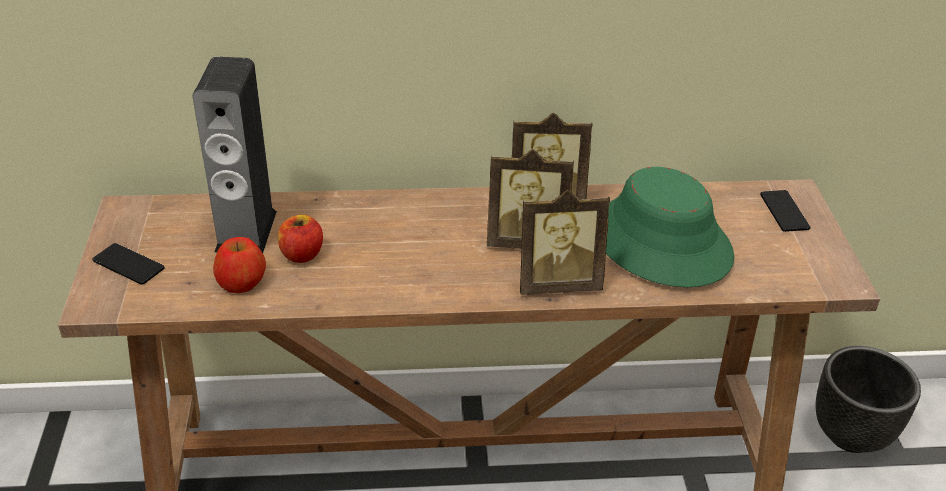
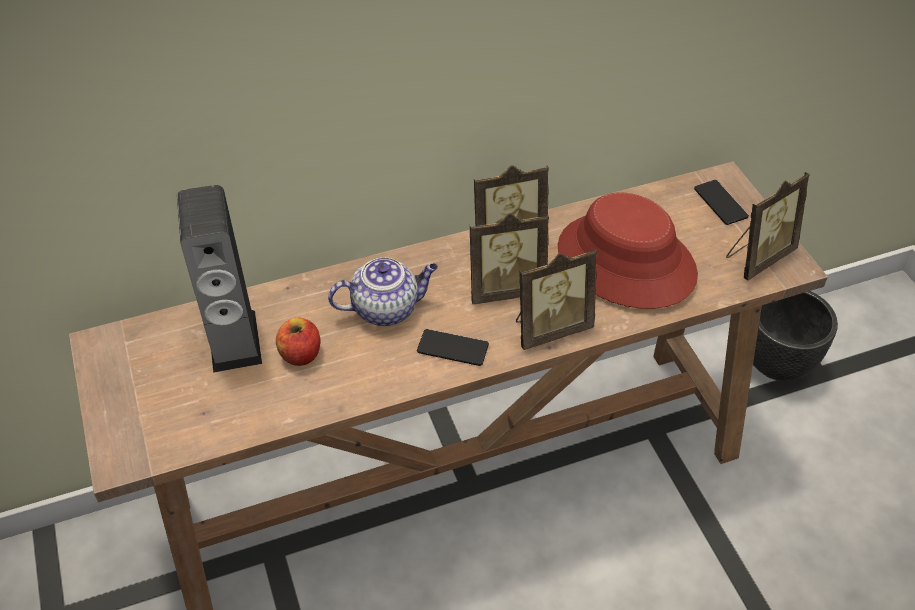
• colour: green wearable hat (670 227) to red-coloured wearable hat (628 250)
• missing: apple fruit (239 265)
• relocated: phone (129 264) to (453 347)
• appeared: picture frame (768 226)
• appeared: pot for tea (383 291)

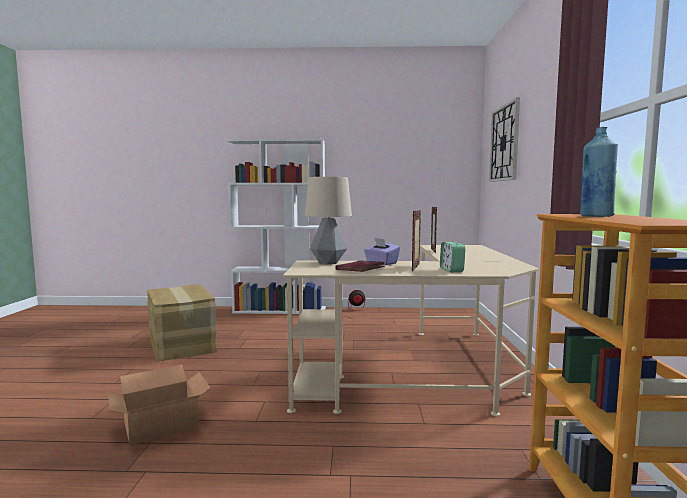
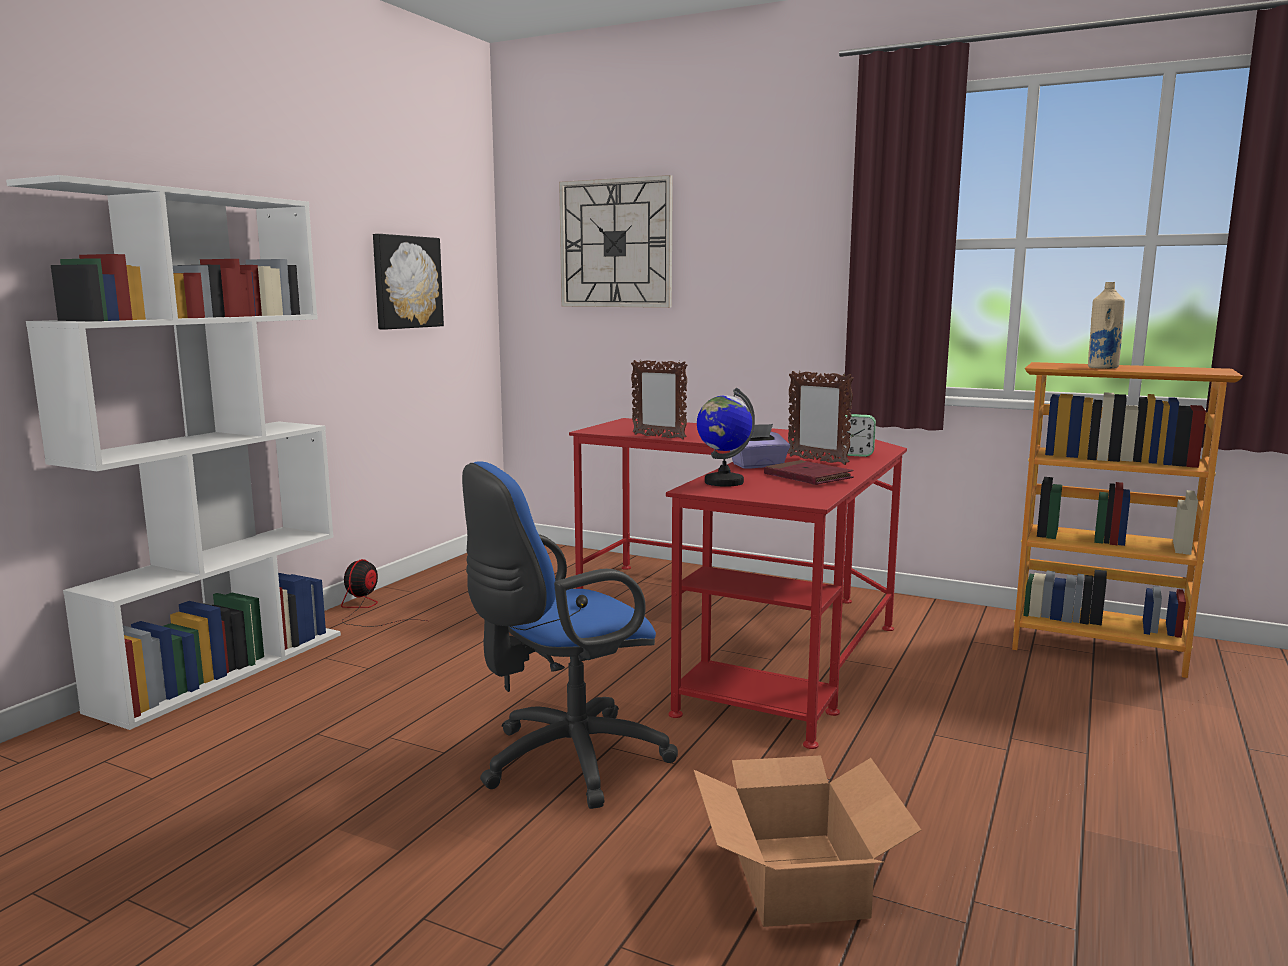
• colour: bluish bottle (599 172) to sand-coloured bottle (1106 325)
• exchanged: tabletop lamp (328 220) to world globe (726 437)
• colour: sand-coloured desk (411 330) to red-coloured desk (738 583)
• missing: packing box (182 323)
• appeared: picture (408 282)
• appeared: bluish computer chair (570 635)

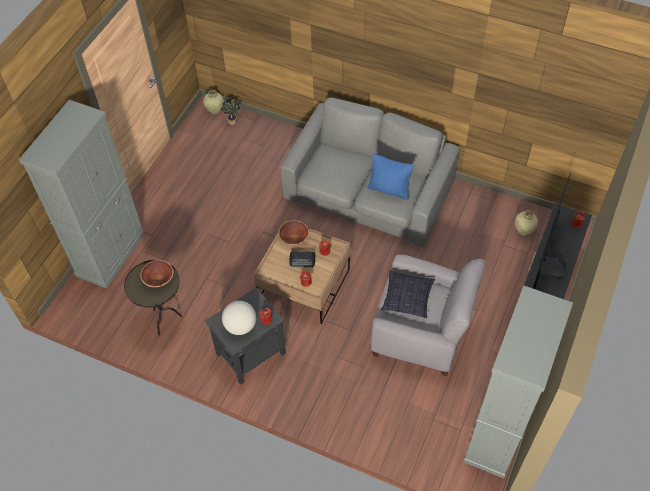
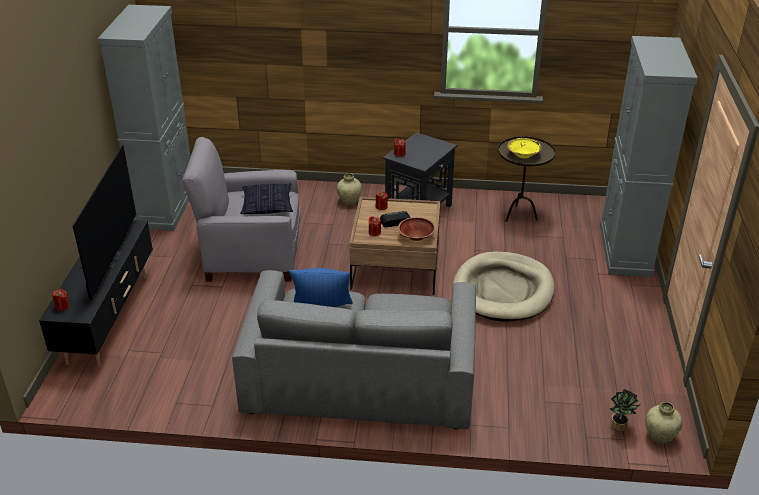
• relocated: sand-coloured vase (526 222) to (349 189)
• colour: brown-coloured bowl (156 273) to yellow bowl (524 148)
• missing: world globe (239 318)
• appeared: sand-coloured pet bed (503 286)

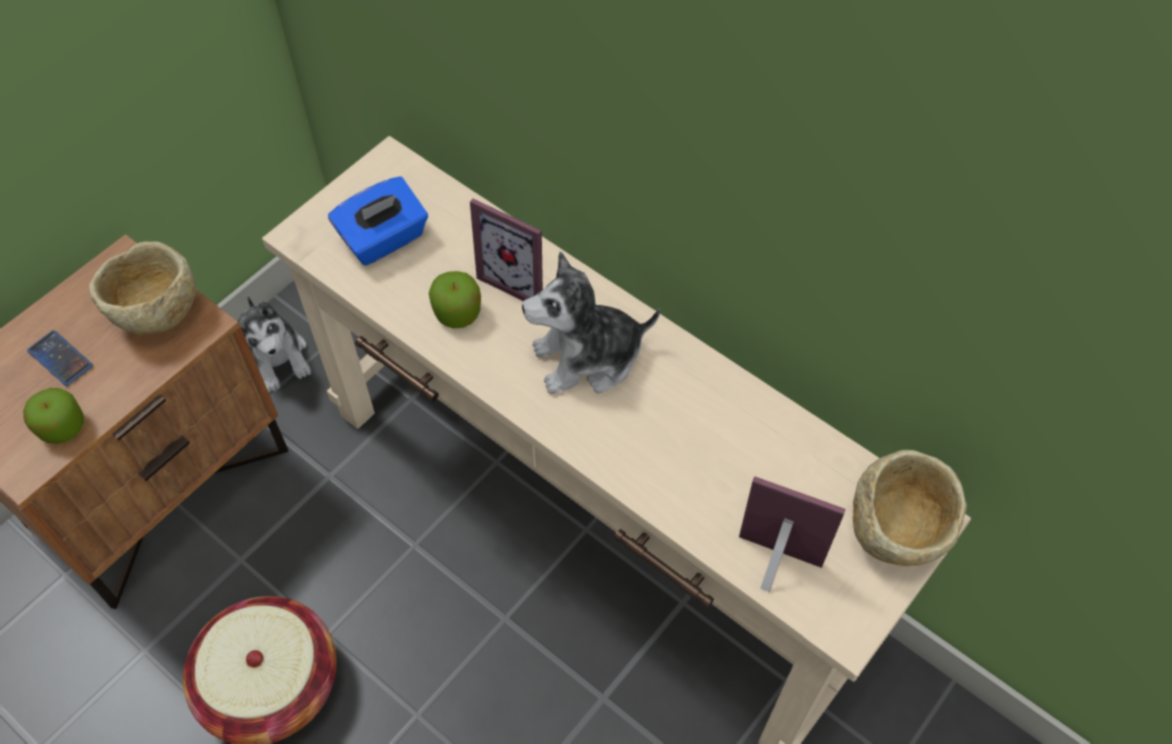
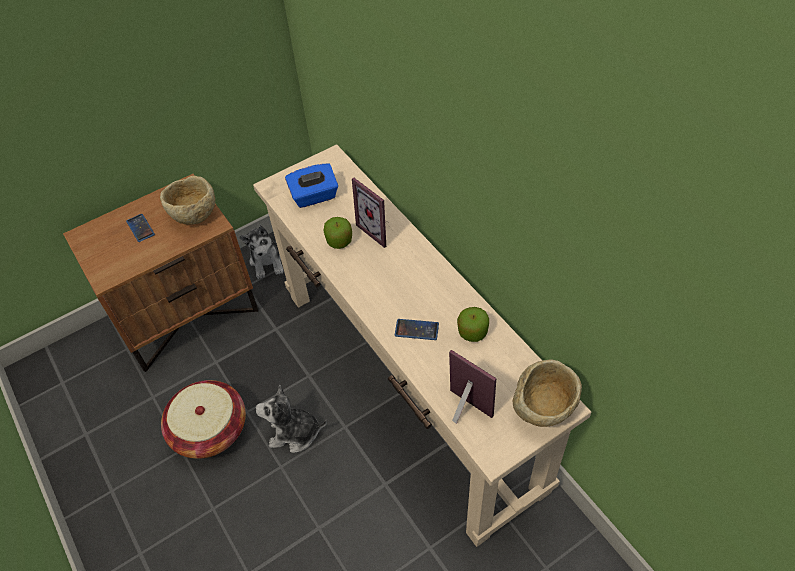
• relocated: soft toy (591 323) to (291 419)
• relocated: apple fruit (53 416) to (473 324)
• appeared: phone (417 329)

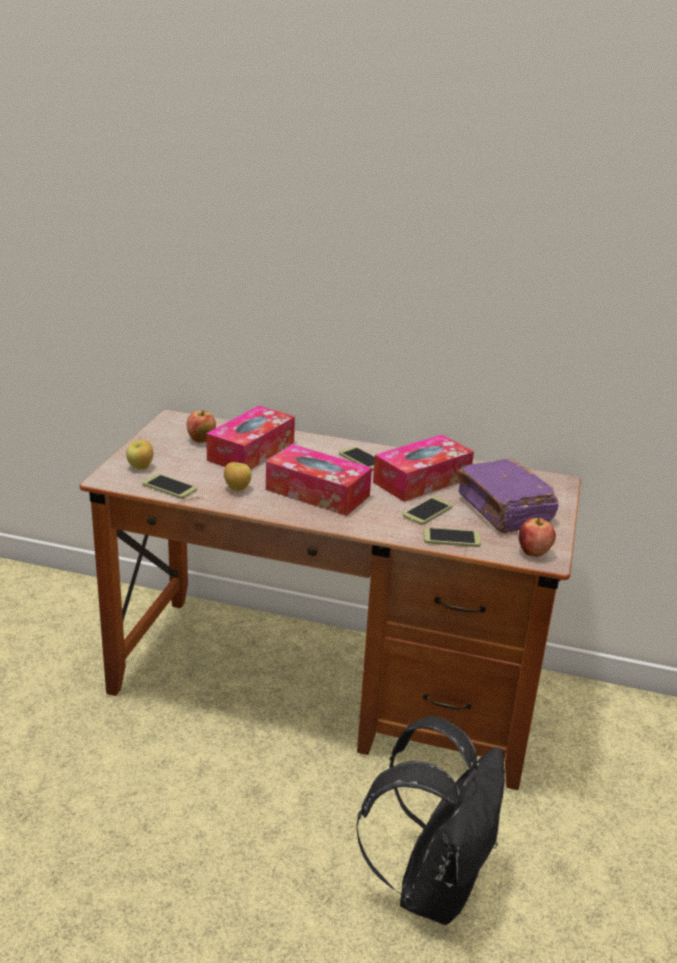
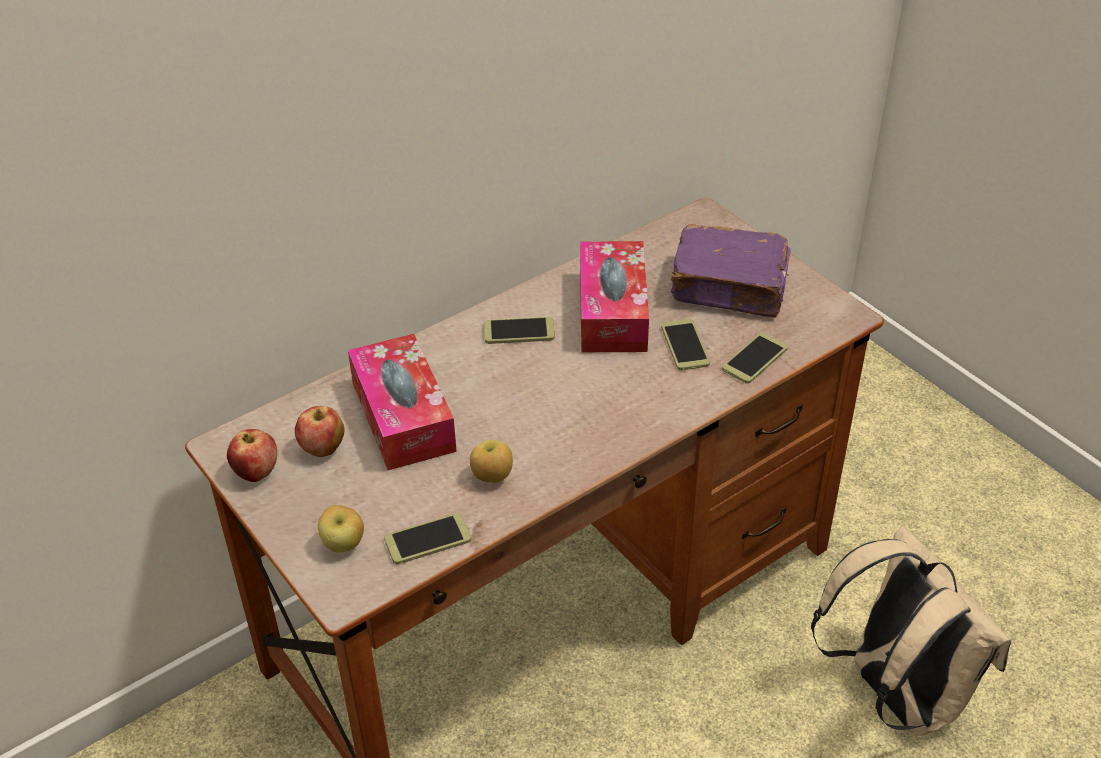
• missing: box of tissues (319 480)
• relocated: apple fruit (537 537) to (252 455)
• colour: black-coloured rucksack (430 820) to sand-coloured rucksack (911 631)

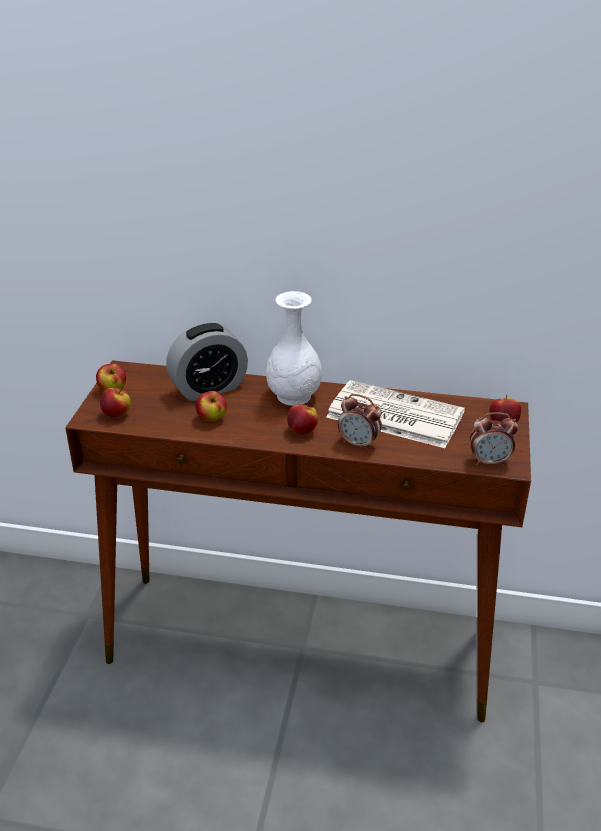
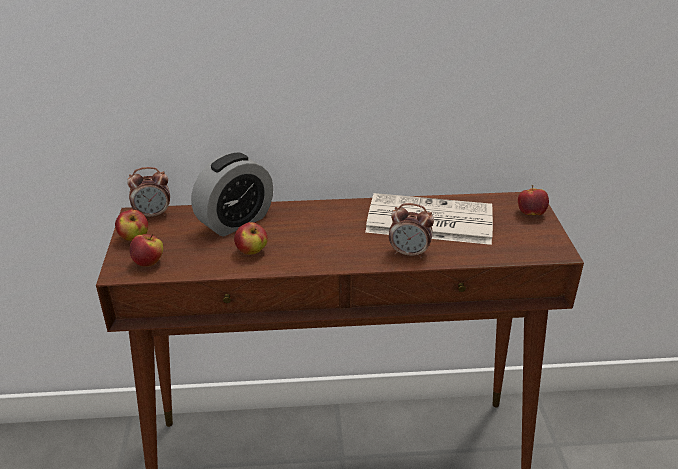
• missing: whitish vase (294 348)
• missing: apple fruit (302 419)
• relocated: bedside clock (494 439) to (148 192)

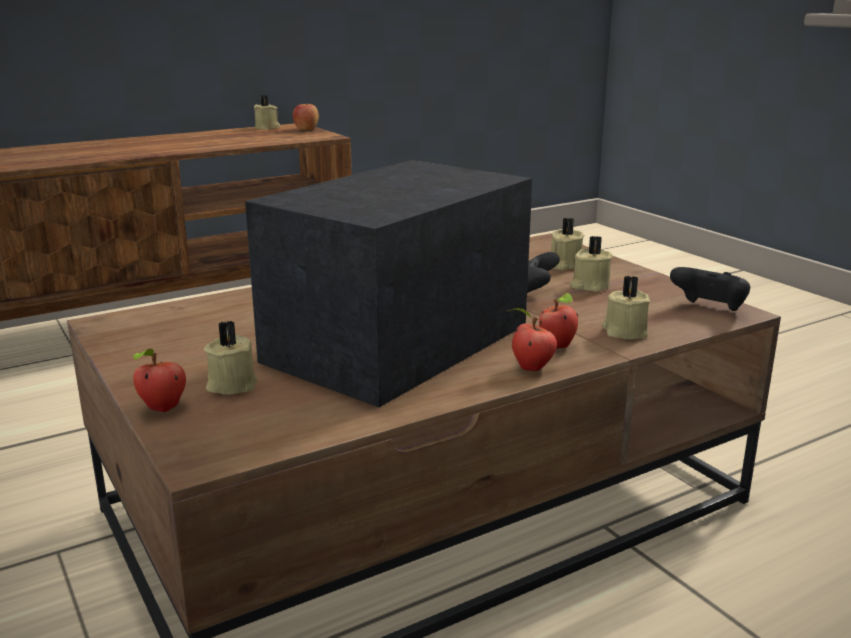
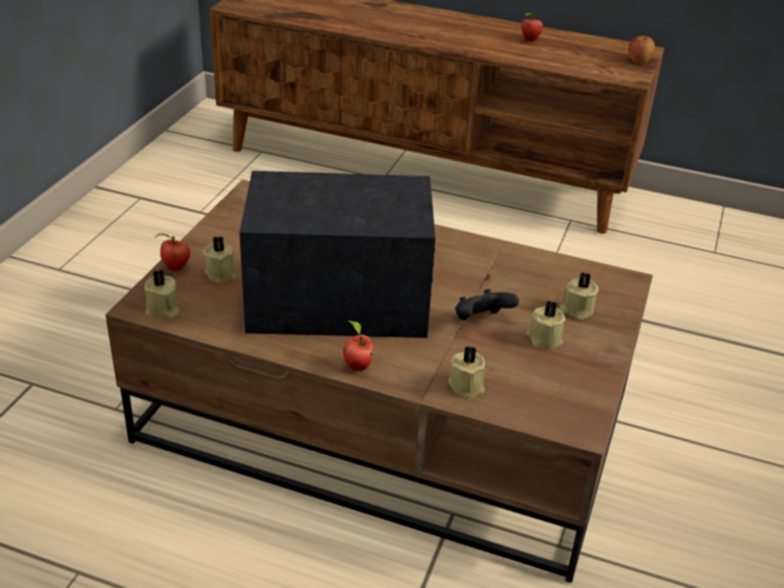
• relocated: sand-coloured wax light (267 112) to (161 294)
• missing: black-coloured gamepad (710 289)
• relocated: apple fruit (558 321) to (532 27)

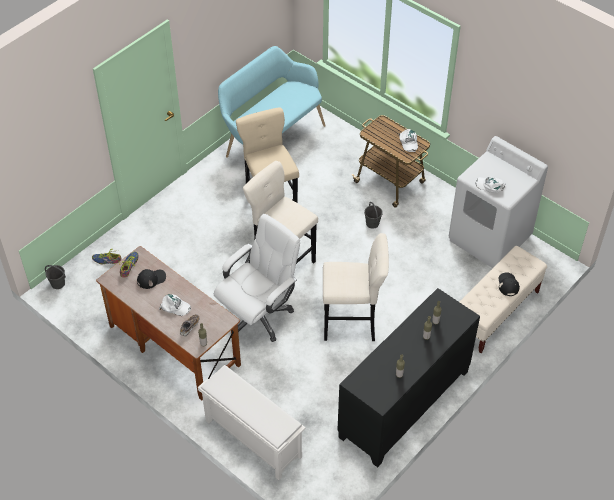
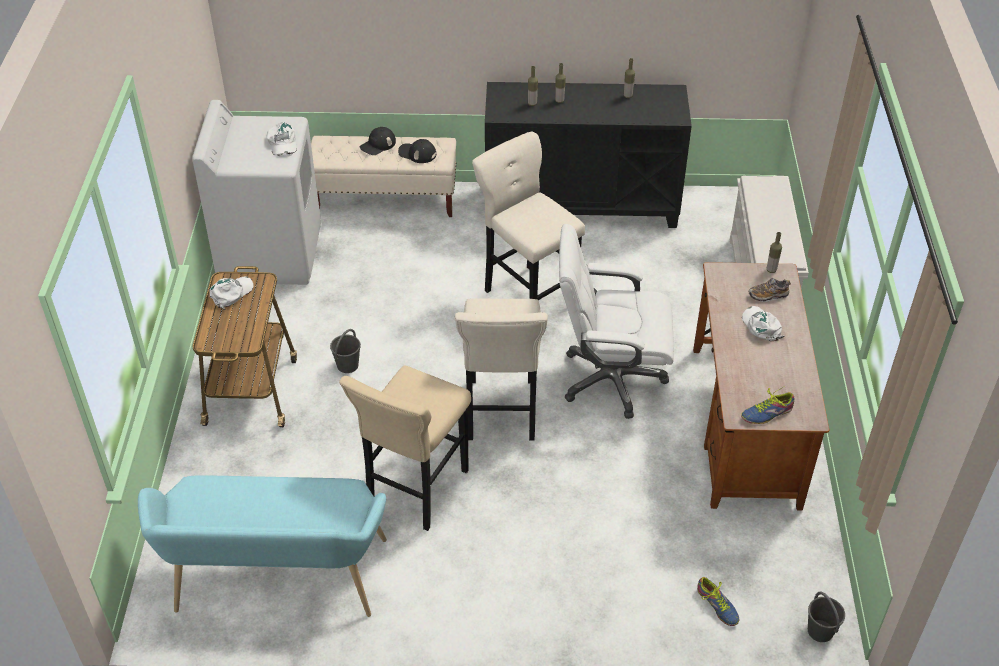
• relocated: black-coloured cap (151 279) to (417 151)

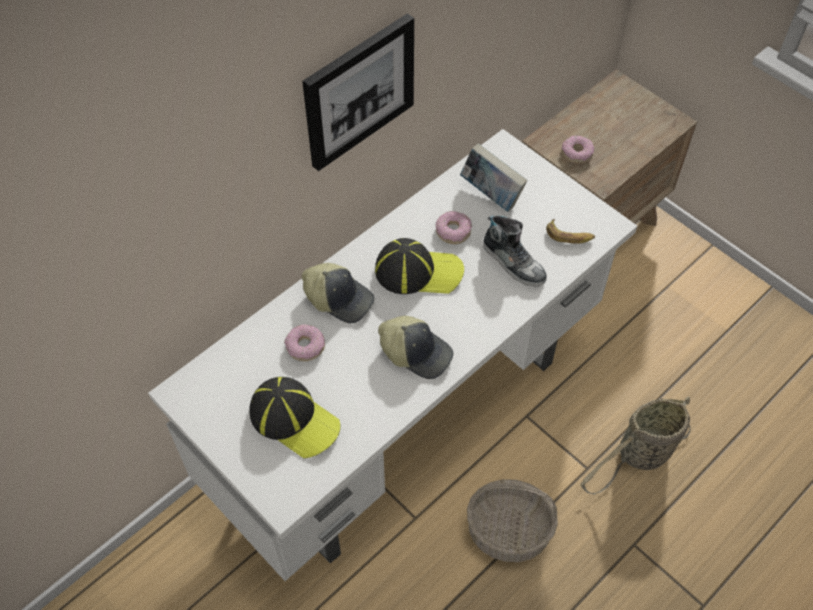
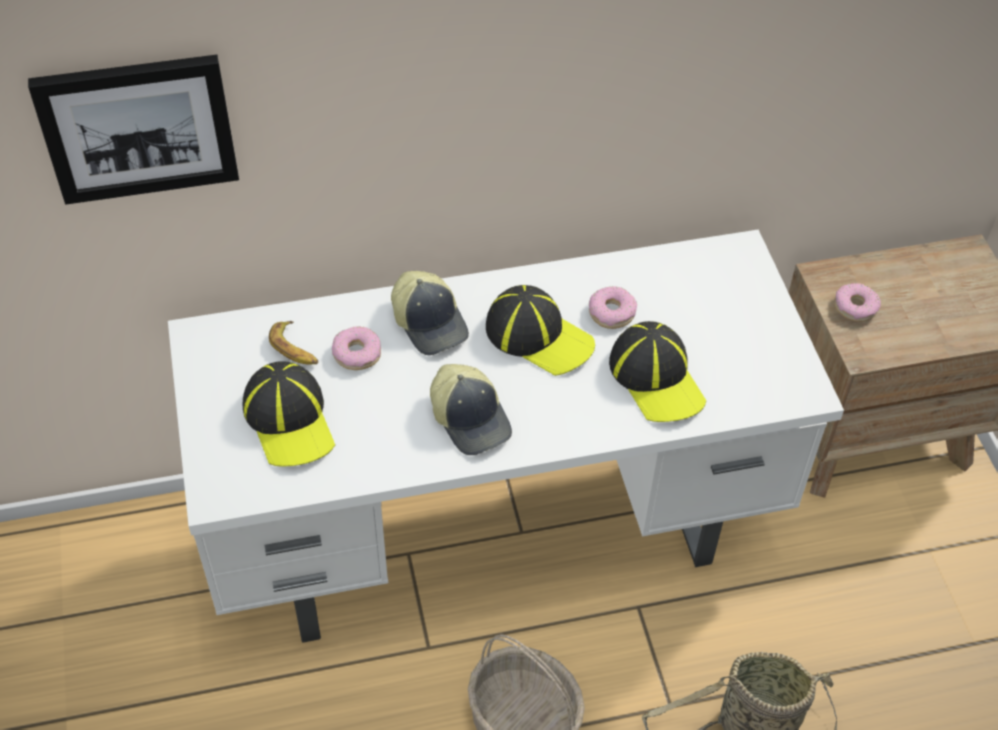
• relocated: picture (358 92) to (133 130)
• missing: volume (494 177)
• exchanged: shoe (515 251) to cap (657 371)
• relocated: banana fruit (570 231) to (293 343)

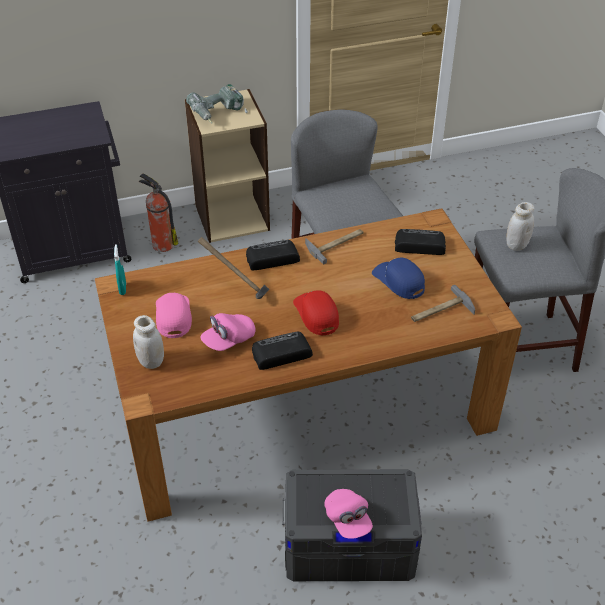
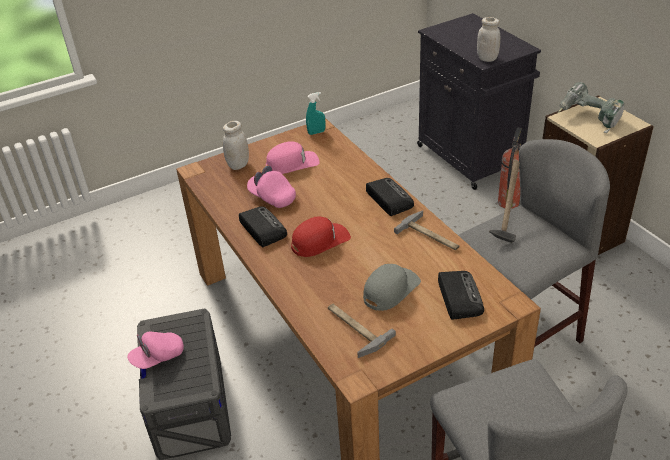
• relocated: whitish preserve jar (520 226) to (488 39)
• relocated: hand hammer (233 268) to (504 201)
• colour: bluish cap (398 278) to gray cap (392 287)

